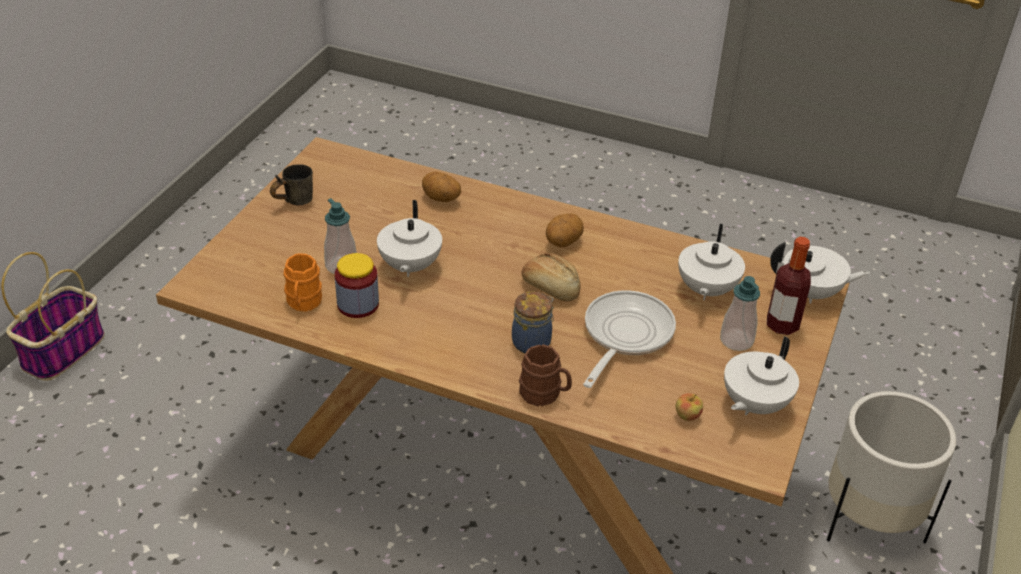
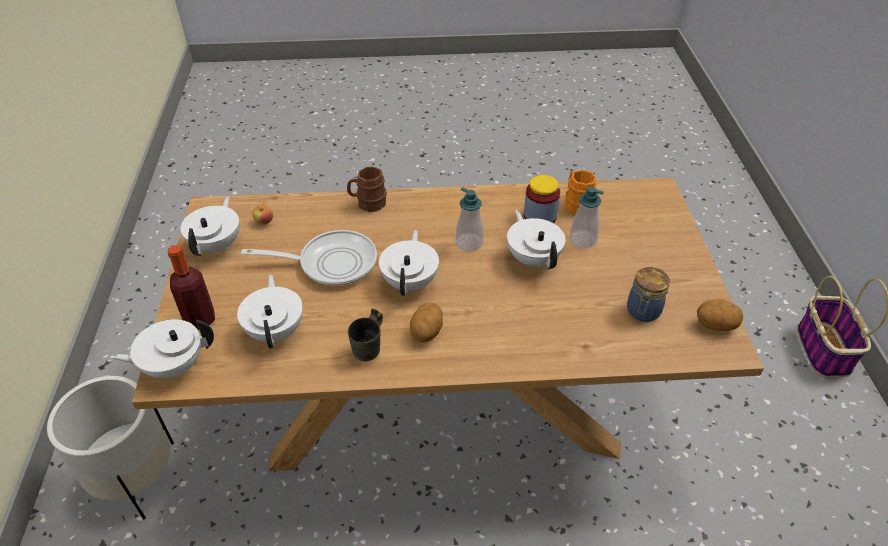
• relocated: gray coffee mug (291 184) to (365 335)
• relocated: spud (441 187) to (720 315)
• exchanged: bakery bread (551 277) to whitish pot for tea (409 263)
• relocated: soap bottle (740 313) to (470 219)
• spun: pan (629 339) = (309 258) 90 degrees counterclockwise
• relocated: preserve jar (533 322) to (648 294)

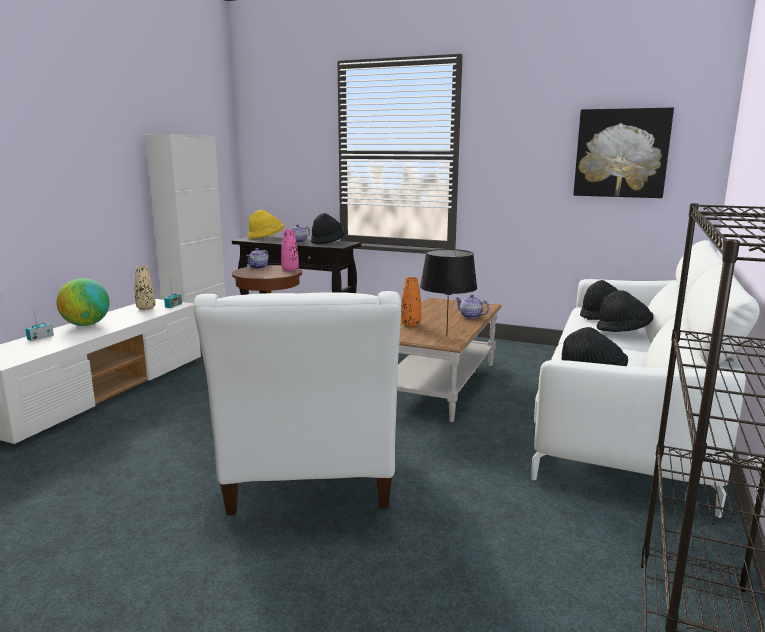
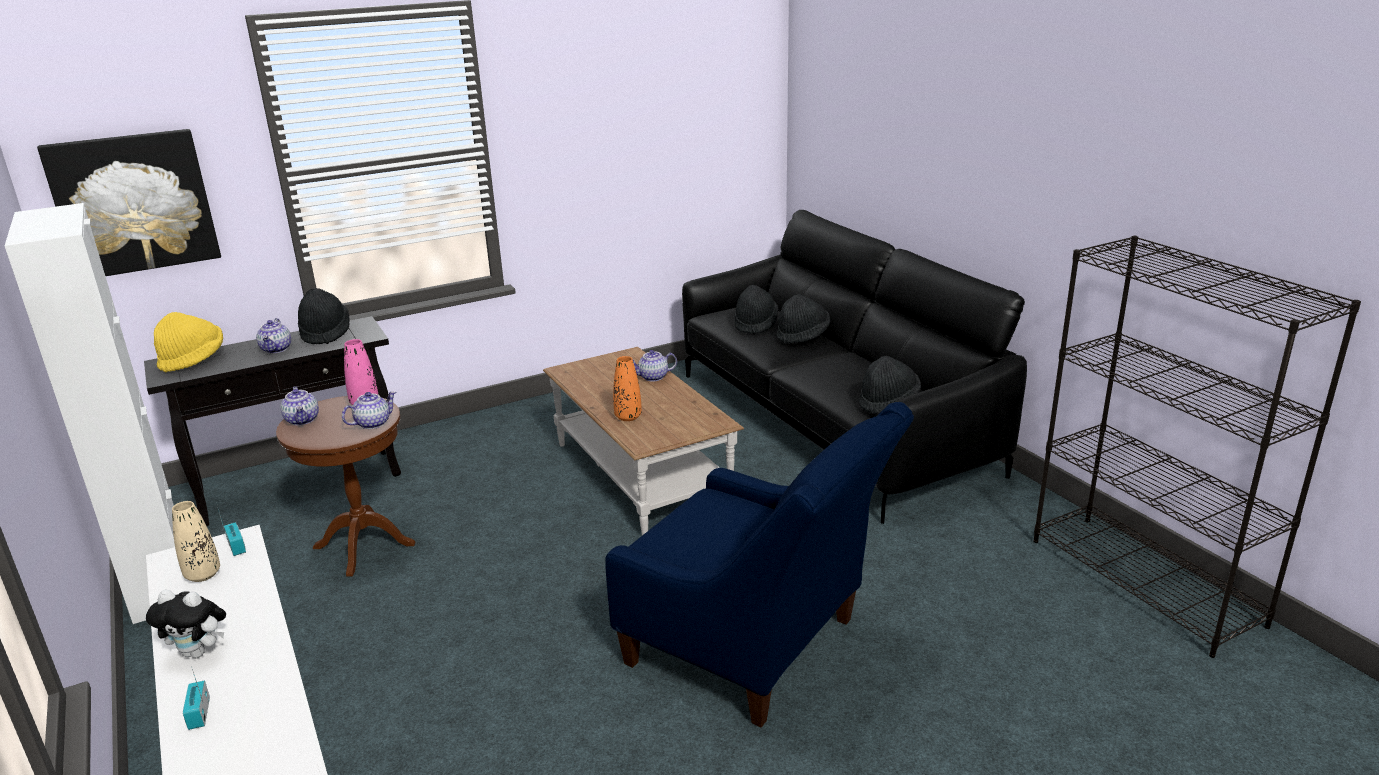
• relocated: picture (623 153) to (129 202)
• colour: whitish couch (645 379) to black-coloured couch (854 367)
• missing: black-coloured tabletop lamp (448 293)
• exchanged: world globe (83 302) to soft toy (186 624)
• colour: whitish easy chair (297 403) to bluish easy chair (759 564)
• appeared: pot for tea (369 410)

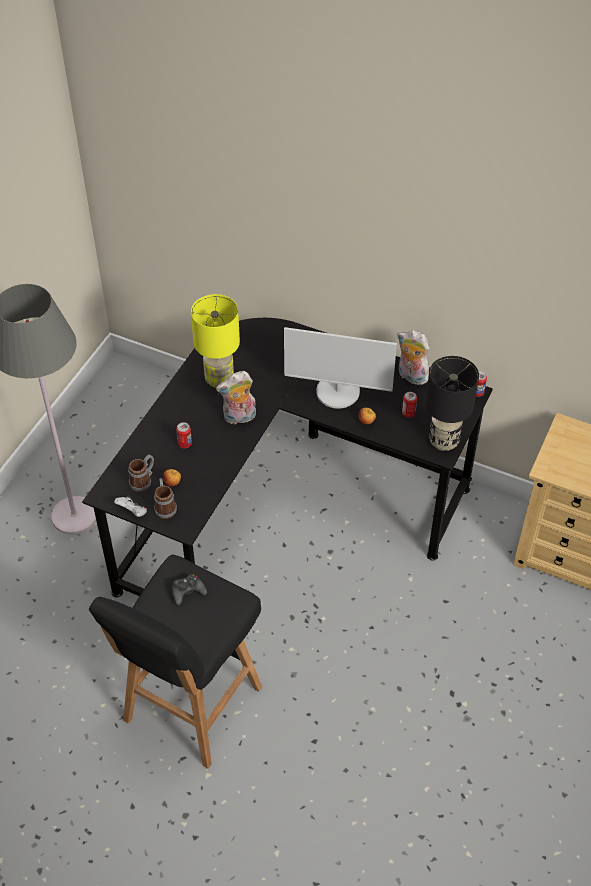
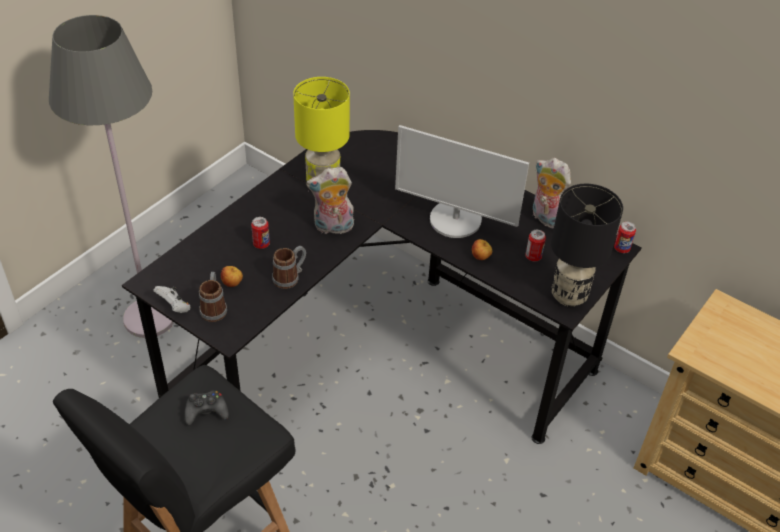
• relocated: coffee mug (141 473) to (289 267)

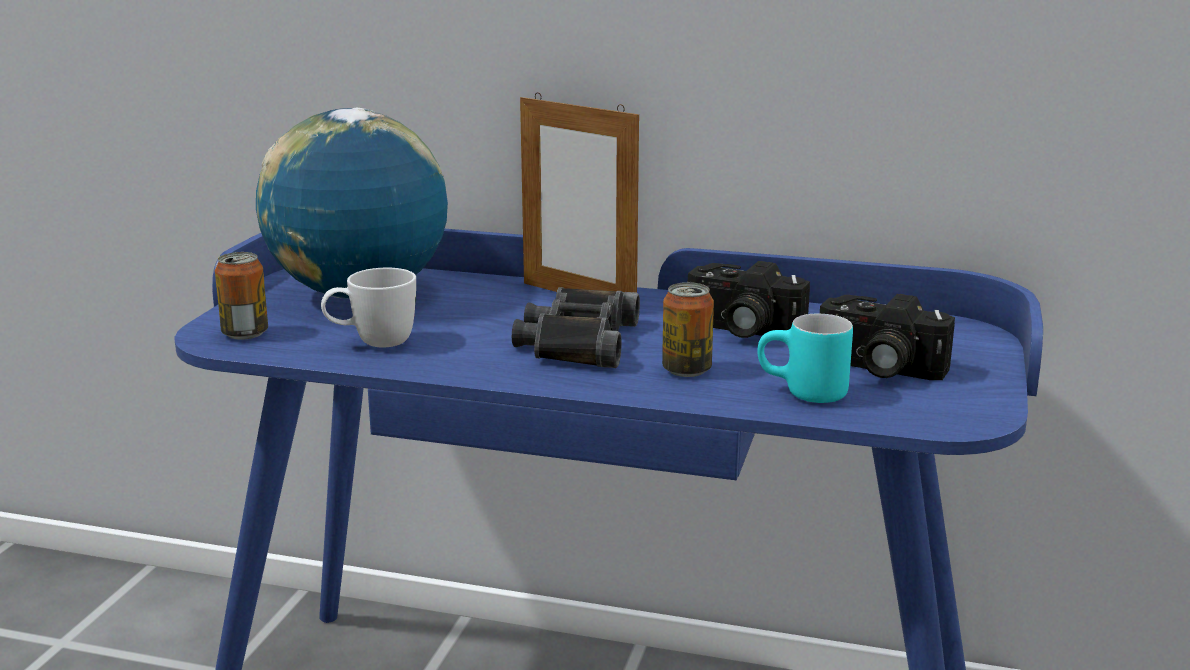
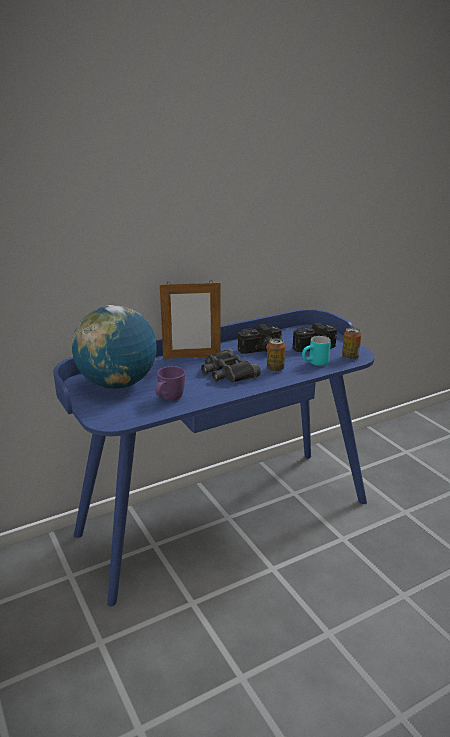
• relocated: can (241 296) to (351 343)
• colour: whitish coffee mug (368 308) to purple-coloured coffee mug (170 383)

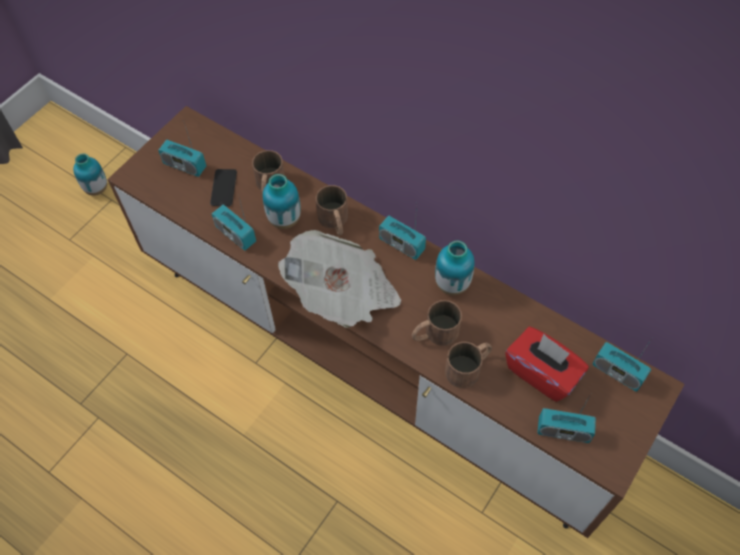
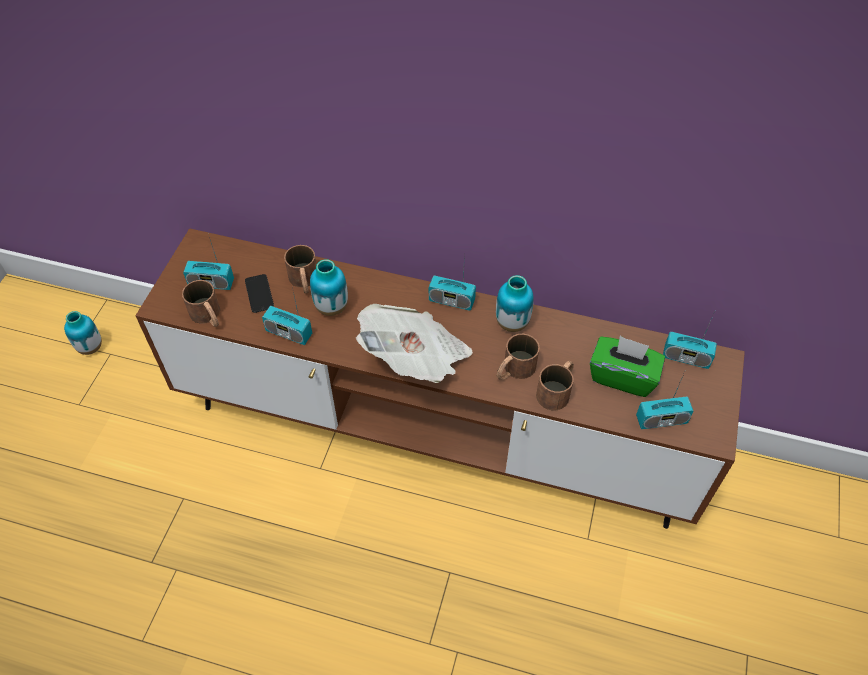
• relocated: brown-coloured coffee mug (332 210) to (201 303)
• colour: red-coloured box of tissues (547 364) to green box of tissues (627 366)

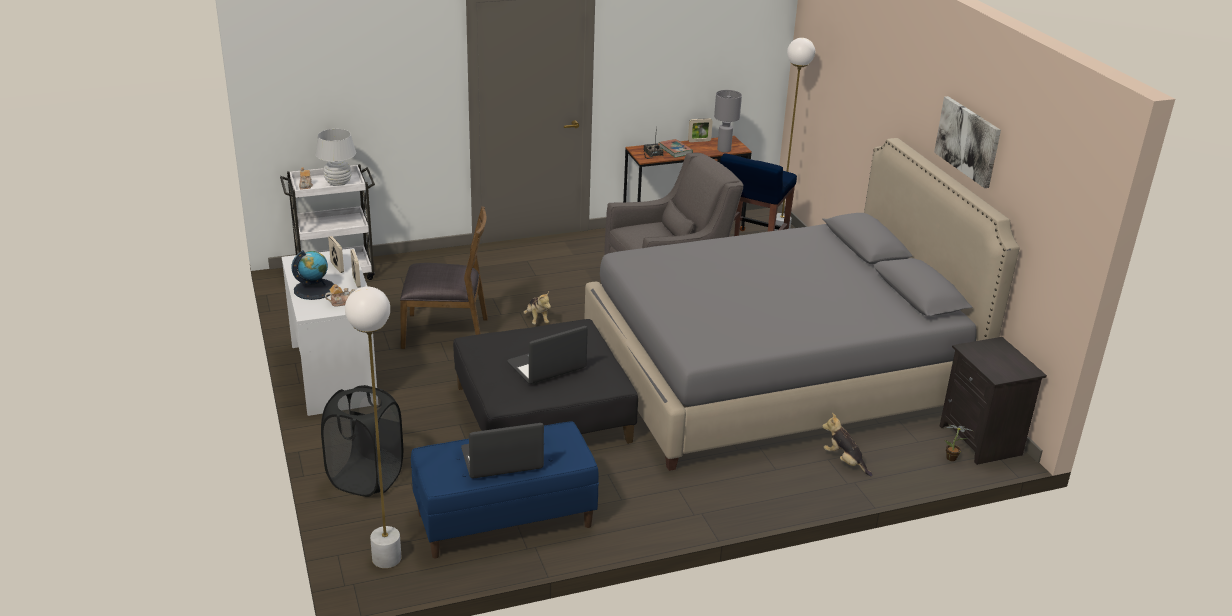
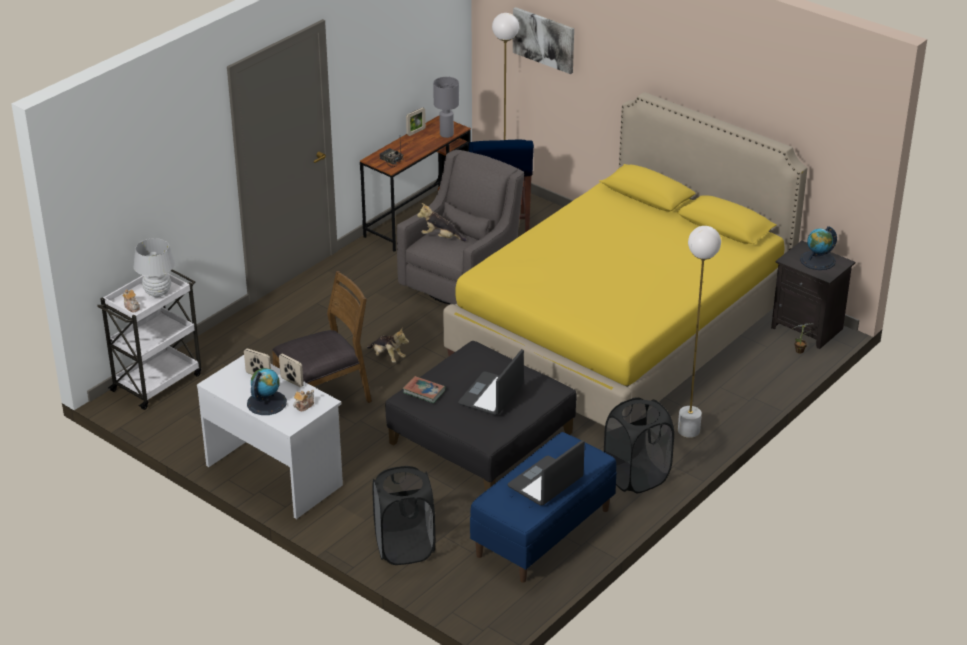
• relocated: picture (967 142) to (543 40)
• colour: gray bed (802 304) to yellow bed (625 259)
• relocated: volume (676 148) to (424 389)
• relocated: whitish standard lamp (373 427) to (699 332)
• relocated: soft toy (847 445) to (441 222)
• appeared: world globe (818 248)
• appeared: black-coloured laundry basket (639 445)

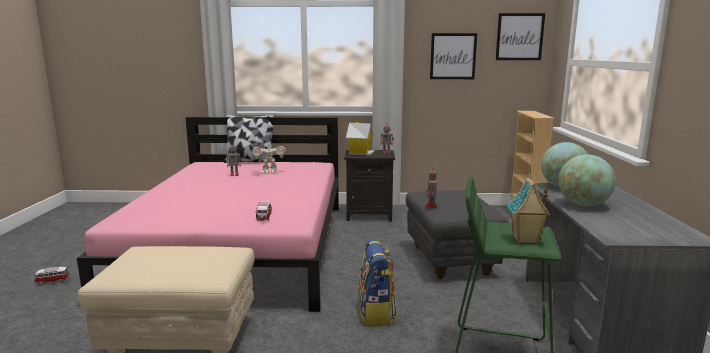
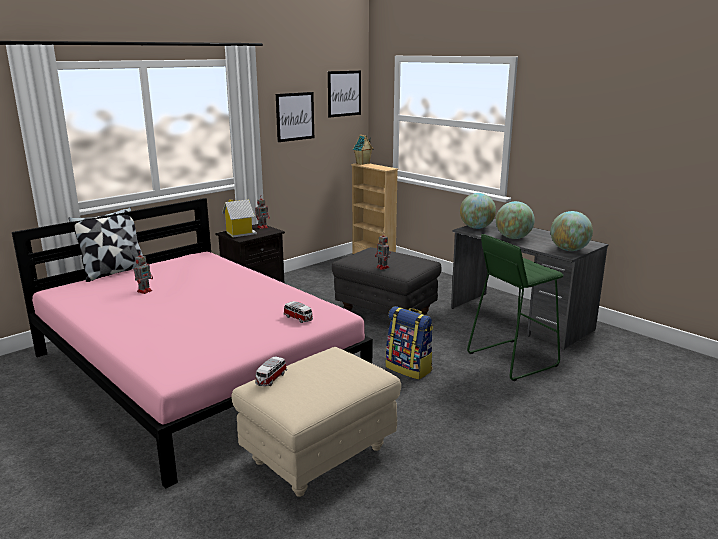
• missing: toy robot (269 158)
• relocated: model house (529 210) to (363 149)
• relocated: model car (52 276) to (271 371)
• appeared: world globe (572 231)

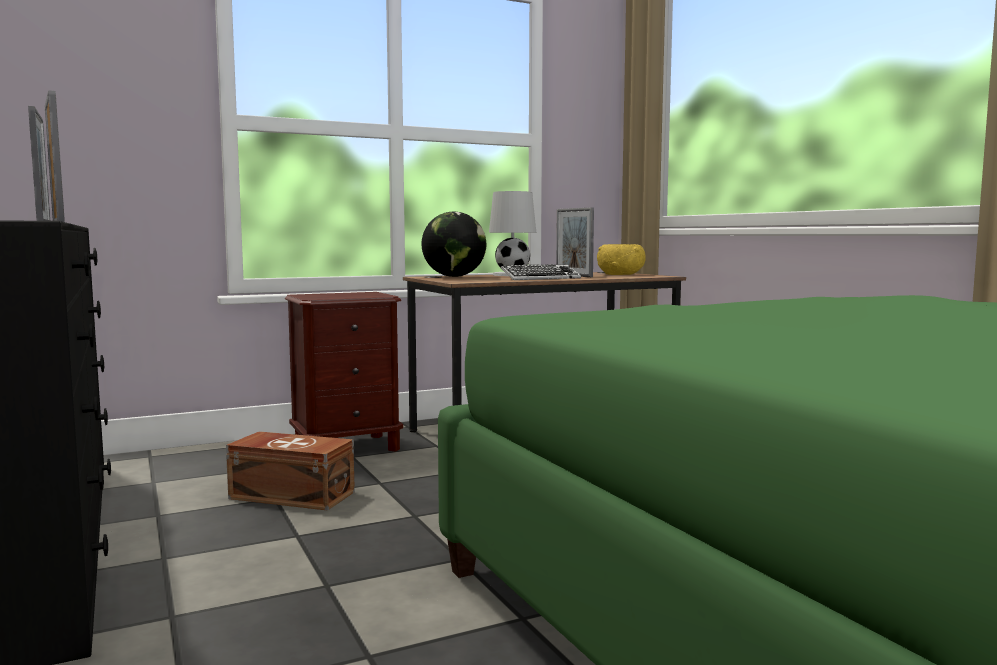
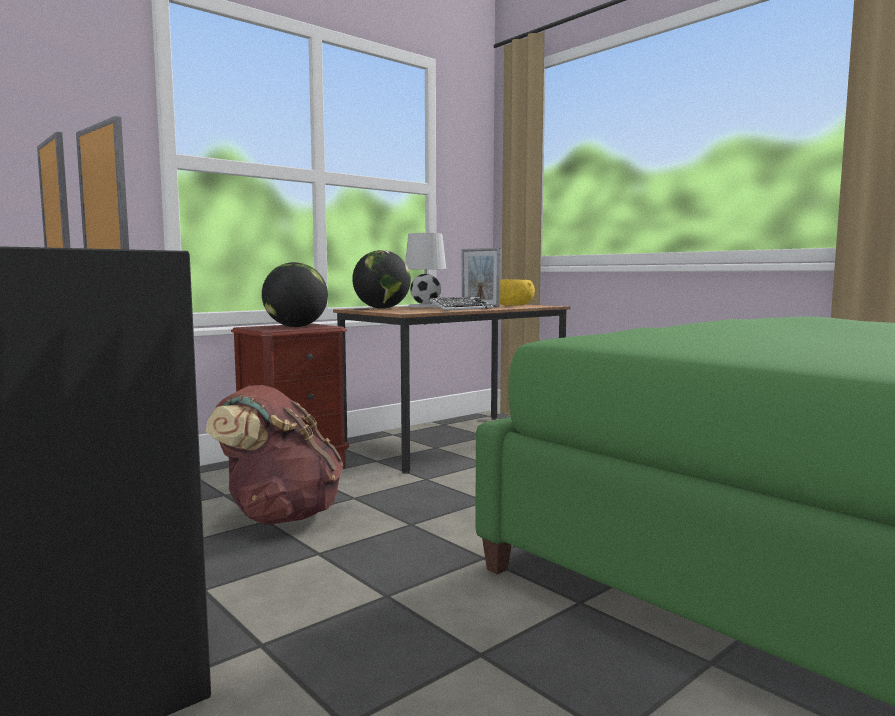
• exchanged: brown-coloured storage bin (290 471) to brown-coloured rucksack (274 455)
• appeared: world globe (295 294)

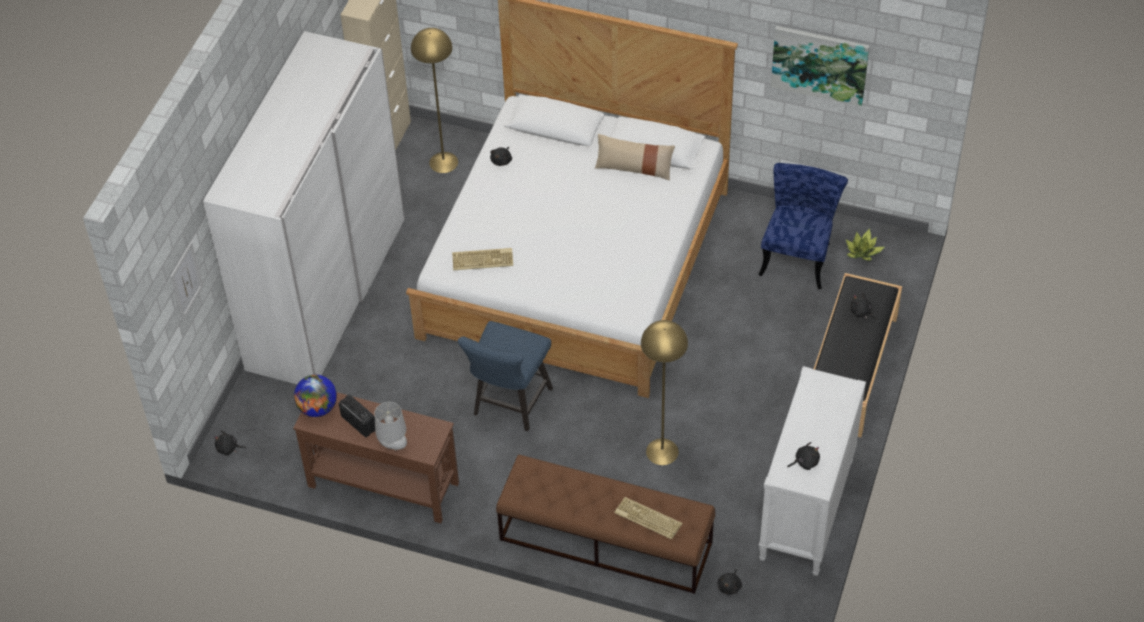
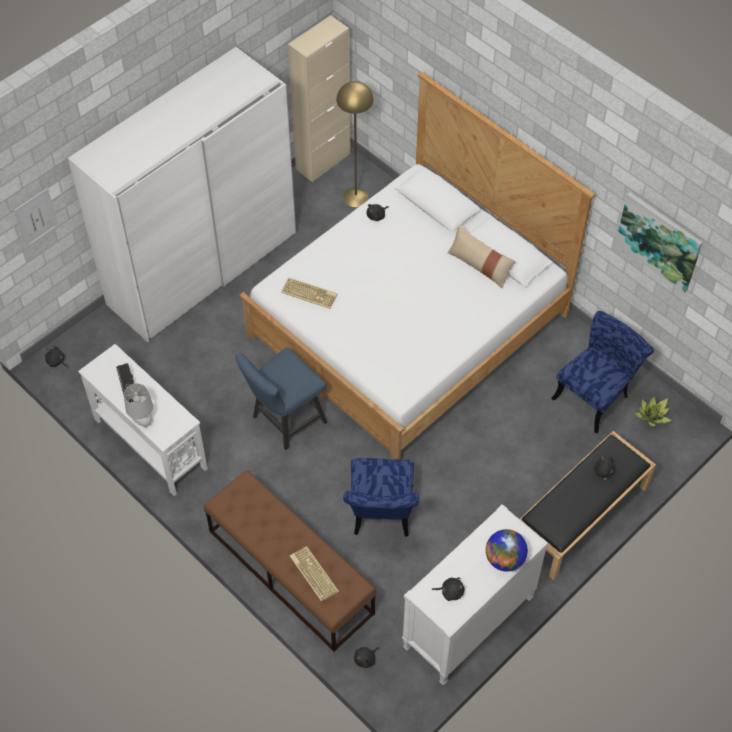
• exchanged: yellow standard lamp (664 392) to bluish plain chair (381 497)
• relocated: world globe (315 396) to (507 550)
• colour: brown-coloured narrow table (376 457) to whitish narrow table (143 420)

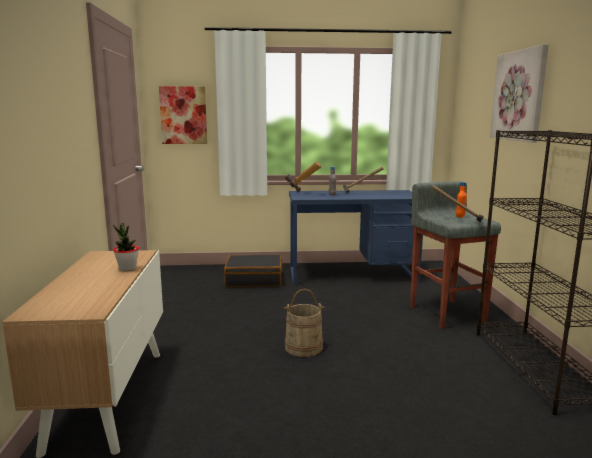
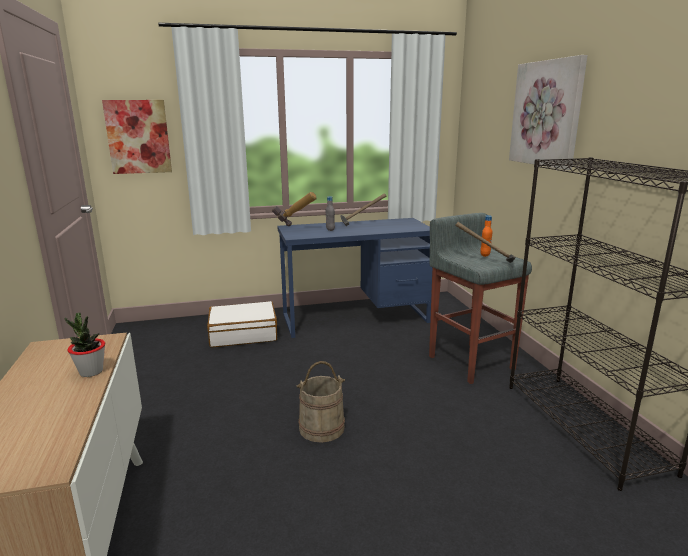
• colour: black-coloured piece of luggage (253 271) to whitish piece of luggage (242 324)

